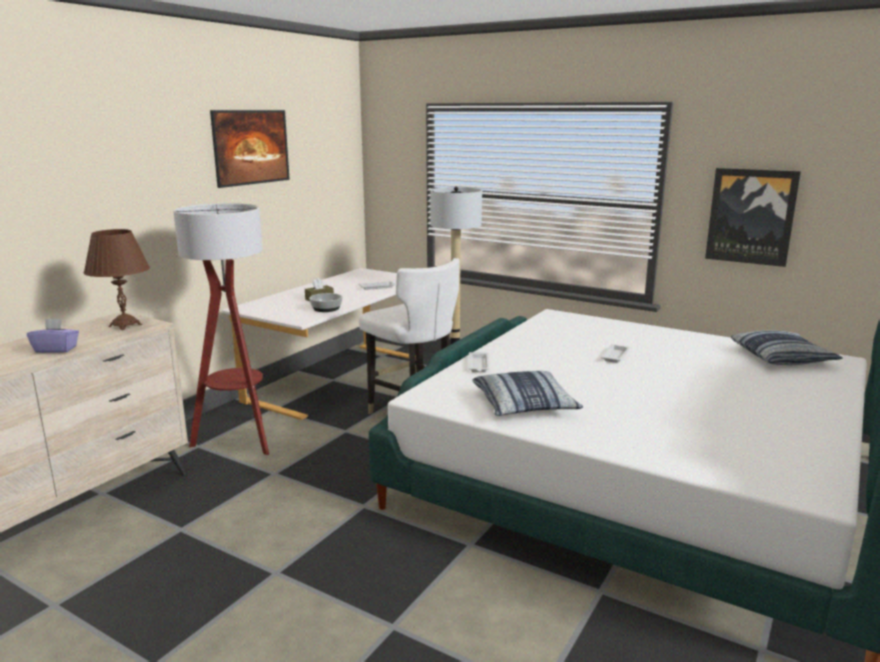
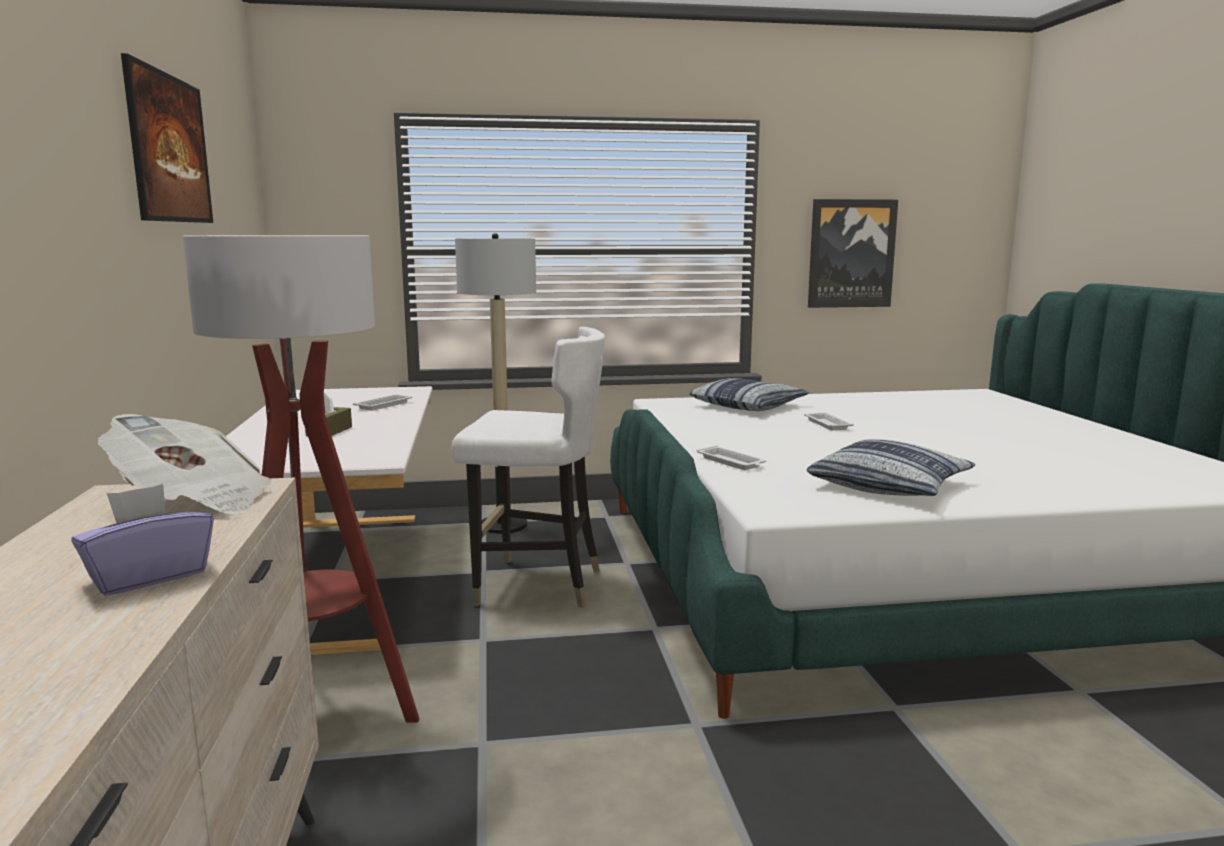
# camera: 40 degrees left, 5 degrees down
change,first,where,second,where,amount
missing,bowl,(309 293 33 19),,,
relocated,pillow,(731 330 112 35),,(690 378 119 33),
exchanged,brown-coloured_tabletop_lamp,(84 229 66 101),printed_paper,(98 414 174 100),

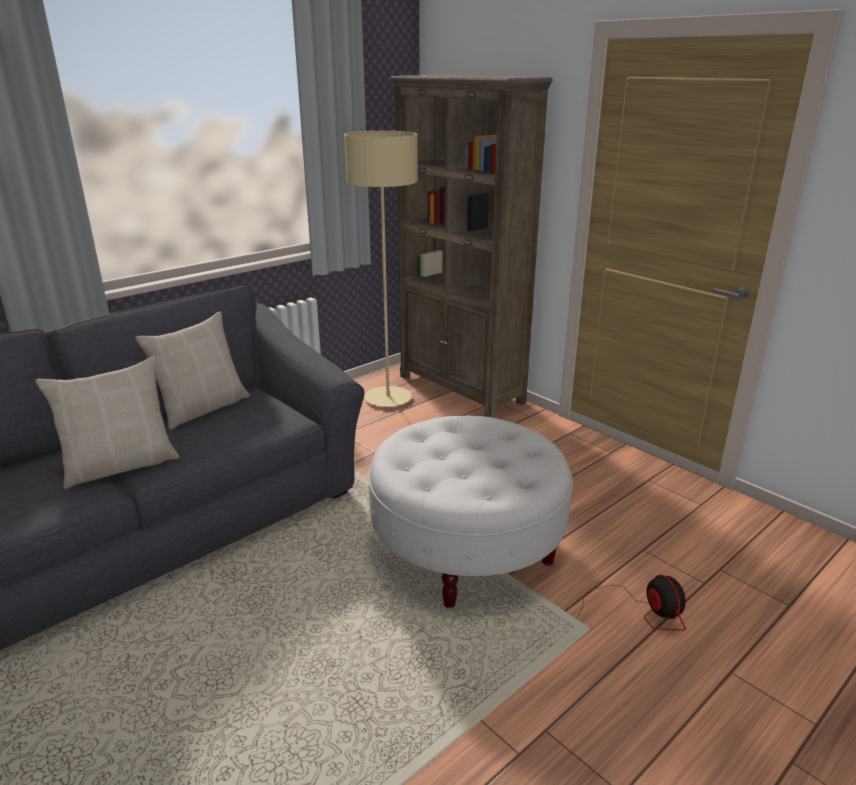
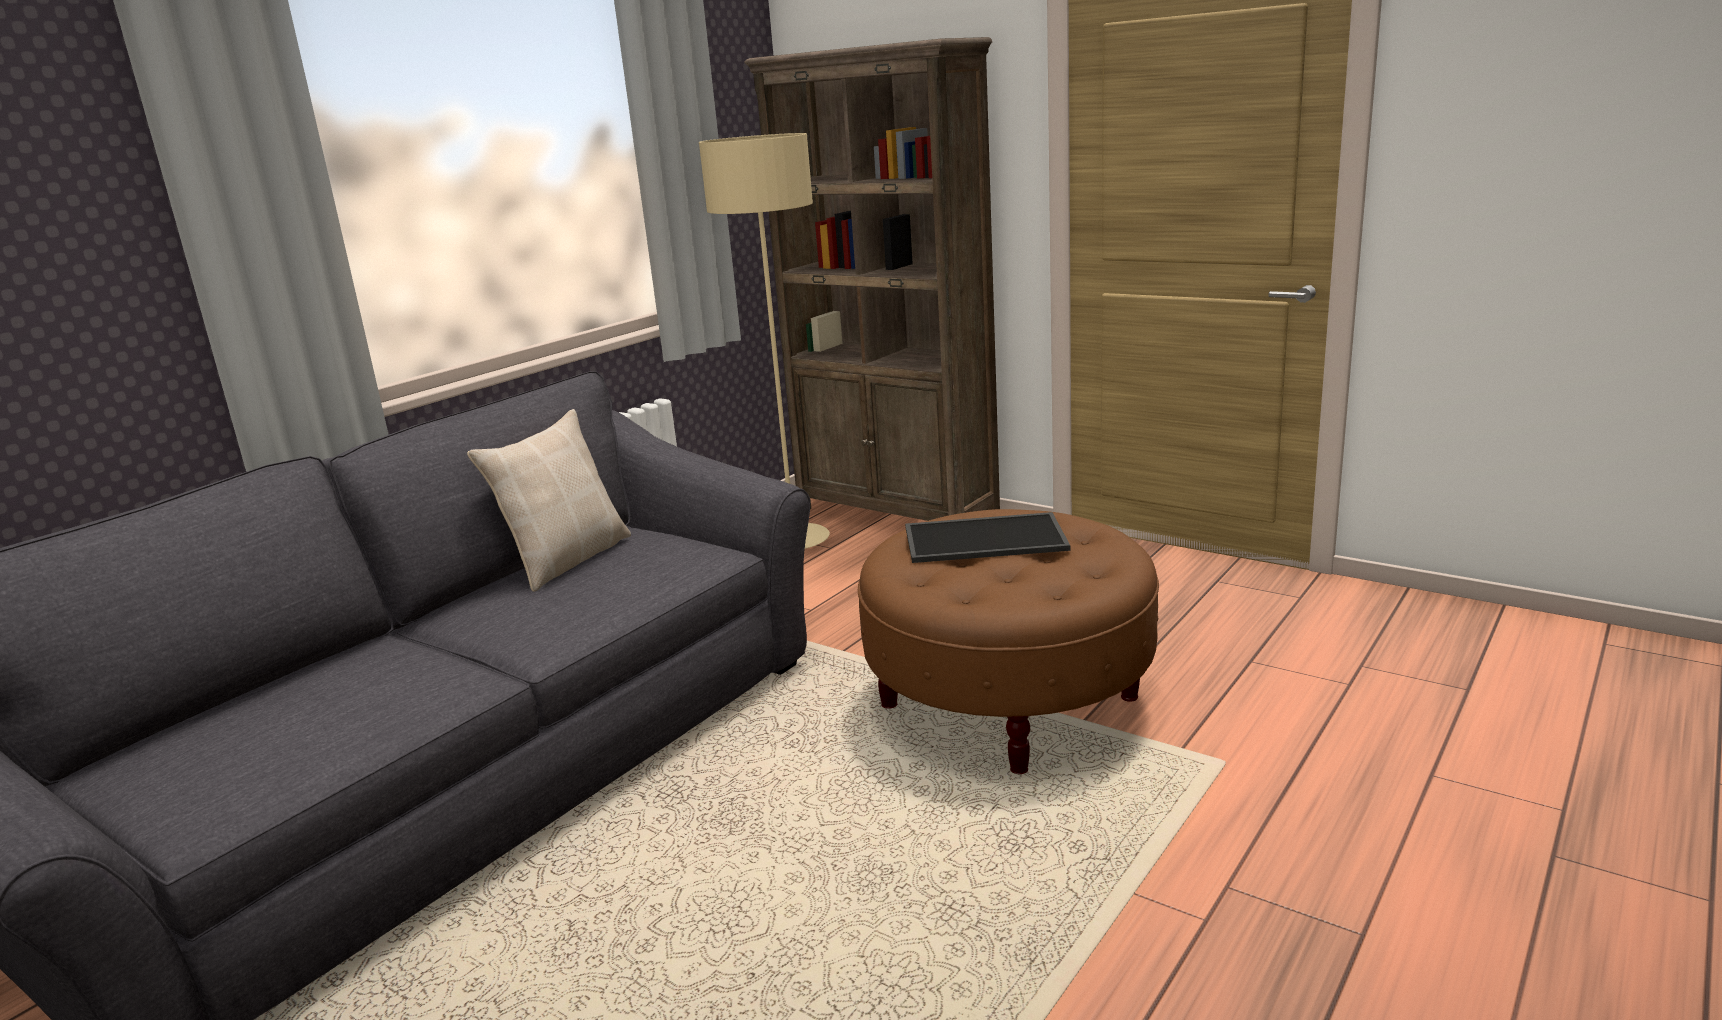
# camera: 10 degrees left, 5 degrees down
change,first,where,second,where,amount
missing,beige_pillow,(36 356 143 133),,,
missing,electric_fan,(576 575 110 55),,,
appeared,,,carrying_tray,(905 512 165 51),
colour,white_ottoman,(368 416 205 192),brown-coloured_ottoman,(858 509 301 265),

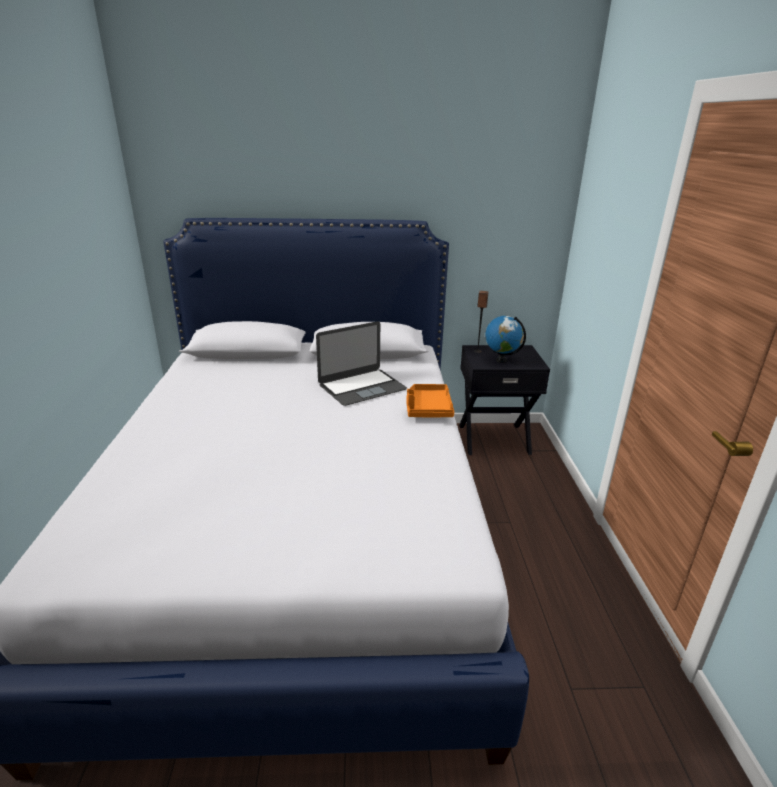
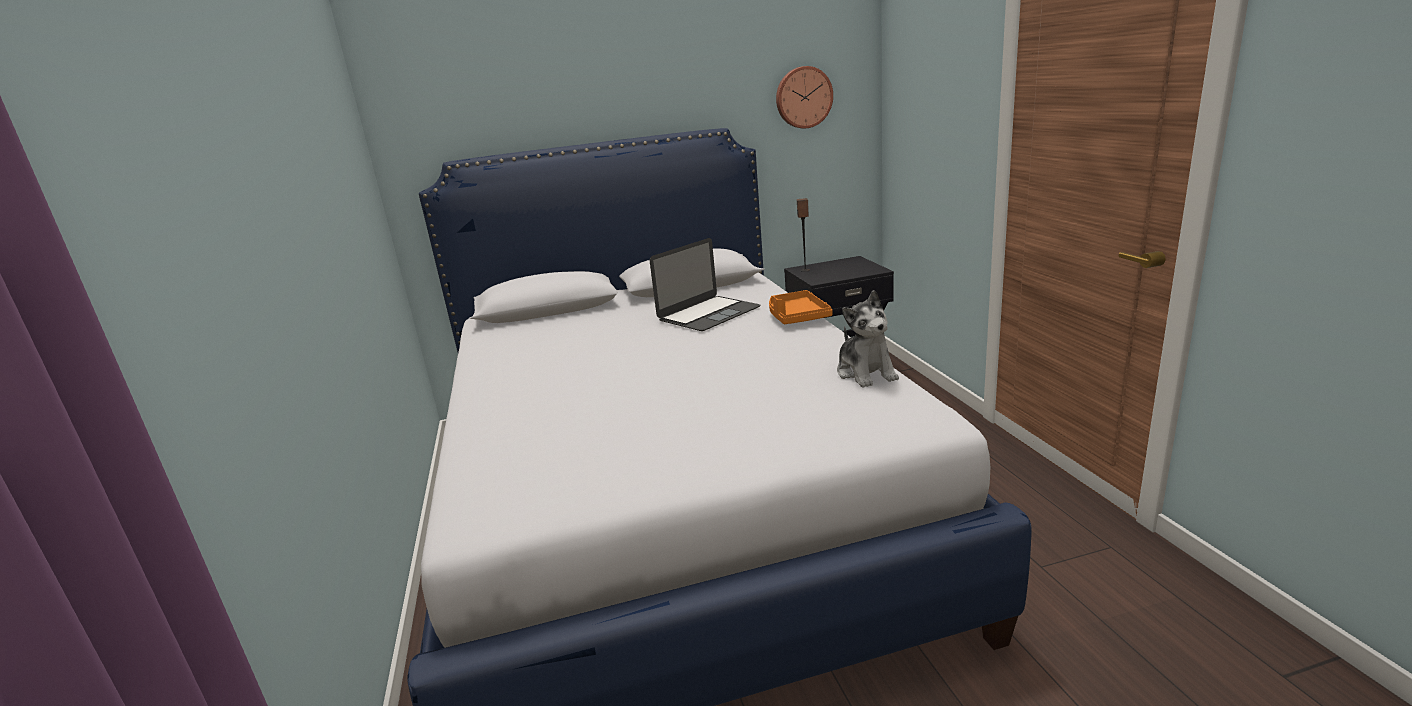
# camera: 10 degrees left, 5 degrees down
change,first,where,second,where,amount
missing,globe,(485 316 41 47),,,
appeared,,,clock_on_the_wall,(776 66 57 63),
appeared,,,plush_toy,(837 290 62 98),

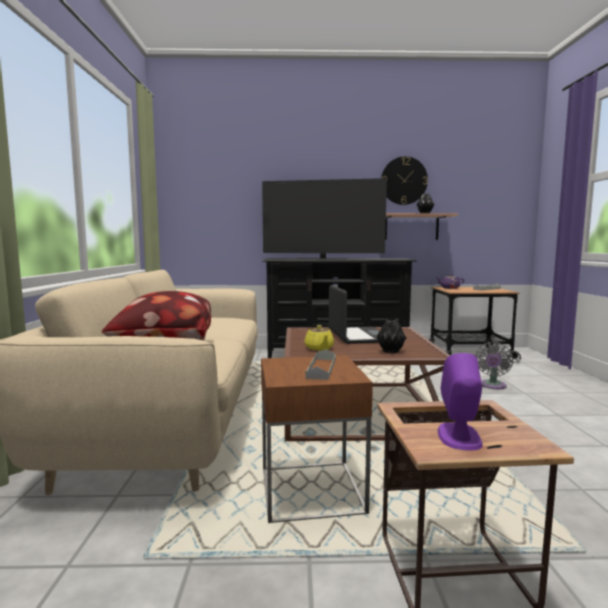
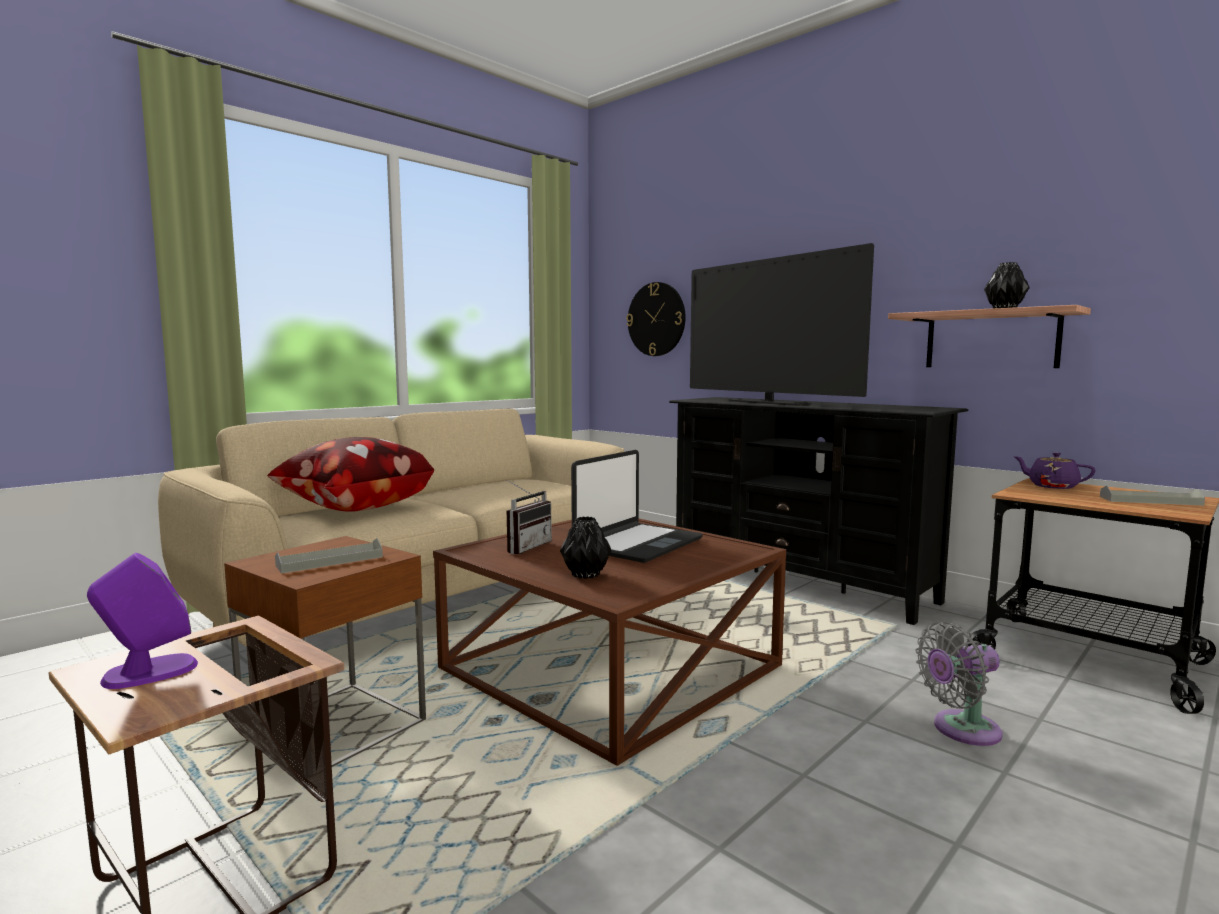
# camera: 45 degrees right, 0 degrees up
change,first,where,second,where,amount
relocated,clock_on_the_wall,(381 156 47 49),,(626 282 59 74),
exchanged,yellowish_tea_pot,(304 325 30 26),radio_receiver,(507 480 45 74),

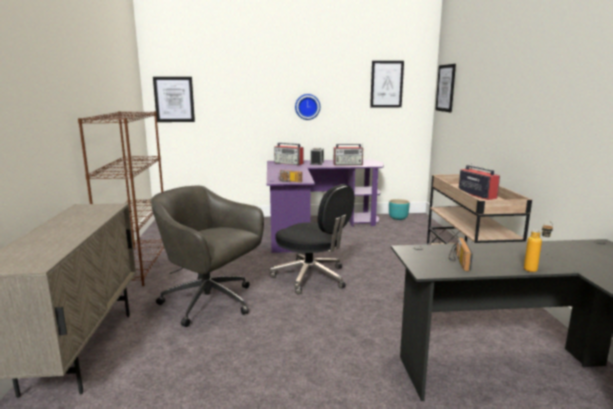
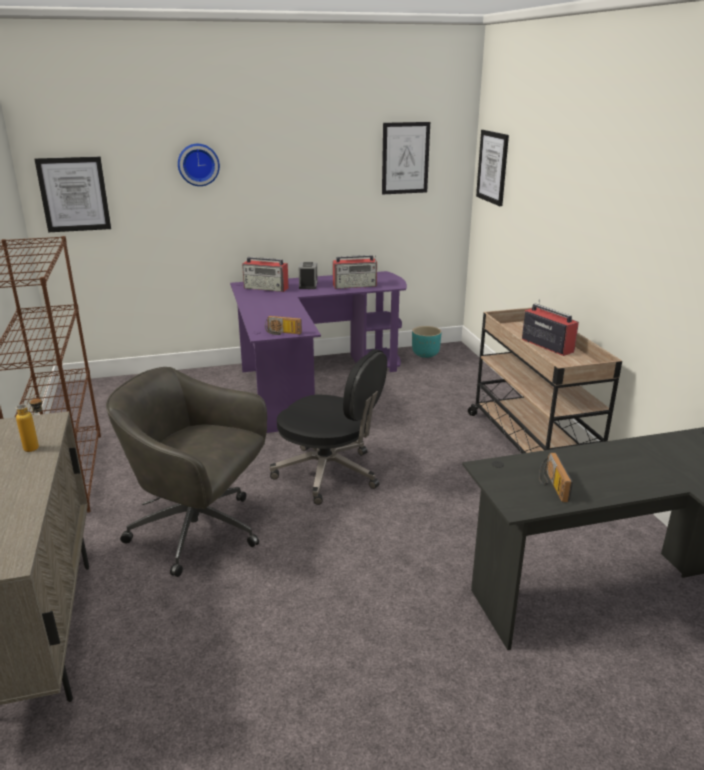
# camera: 10 degrees left, 10 degrees up
change,first,where,second,where,amount
relocated,clock_on_the_wall,(295 94 25 26),,(178 144 42 42),
relocated,drink_bottle,(524 221 29 51),,(16 395 27 57),

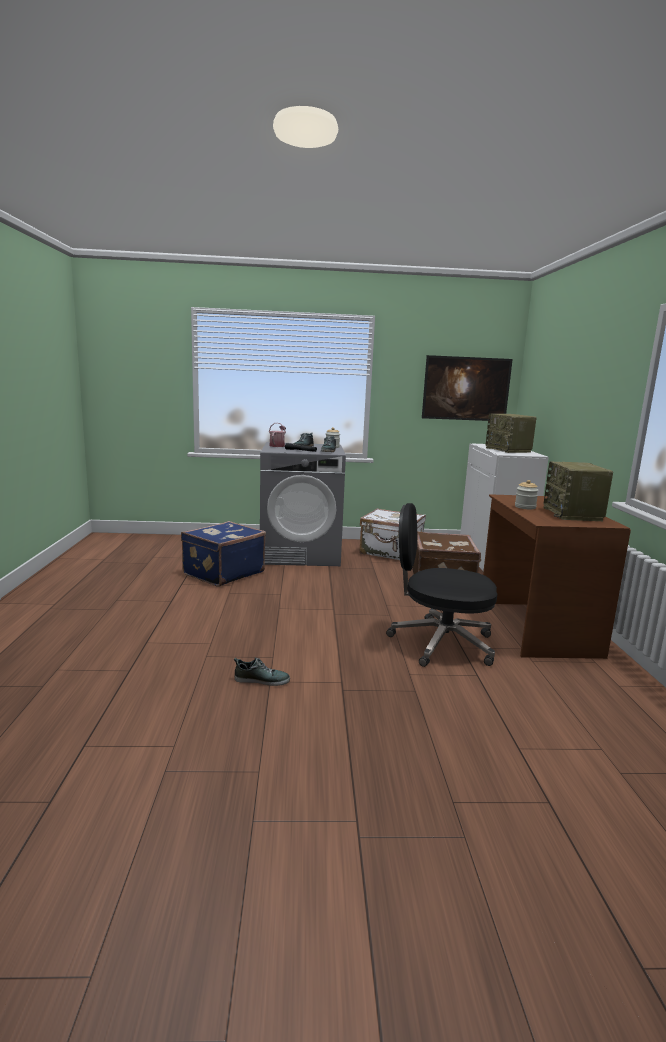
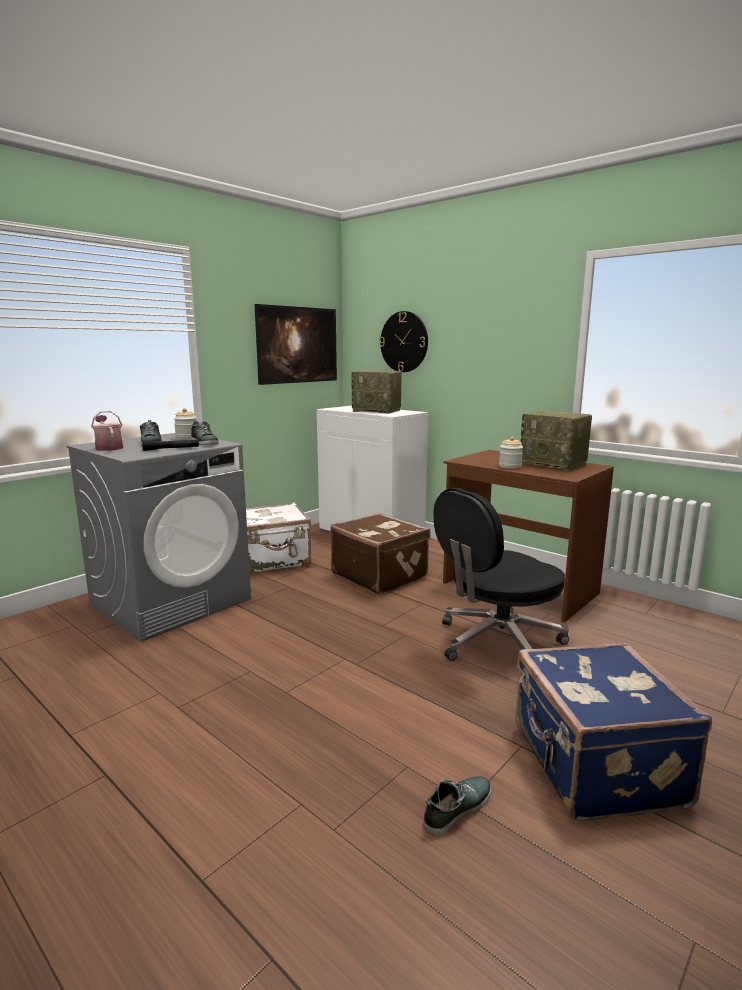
# camera: 45 degrees left, 0 degrees up
change,first,where,second,where,amount
appeared,,,clock_on_the_wall,(379 311 49 61),
relocated,bluish_suitcase,(181 521 85 66),,(515 643 197 178),

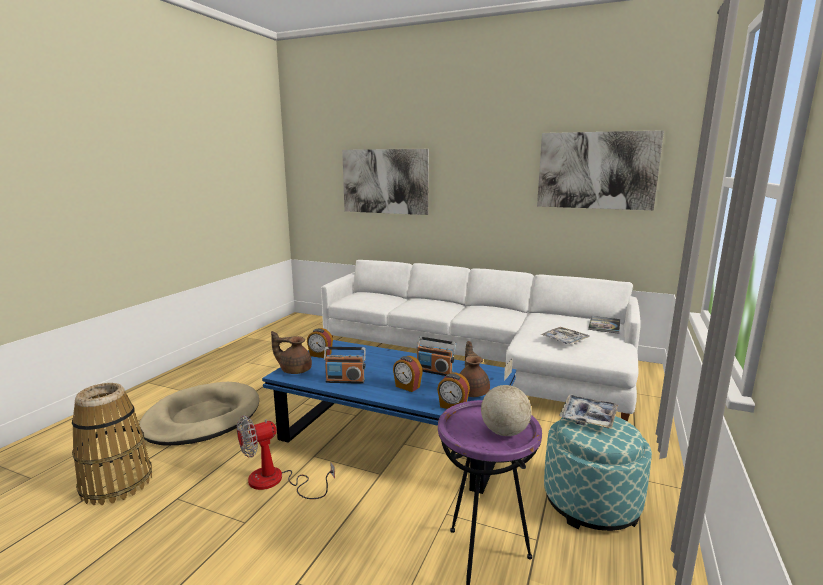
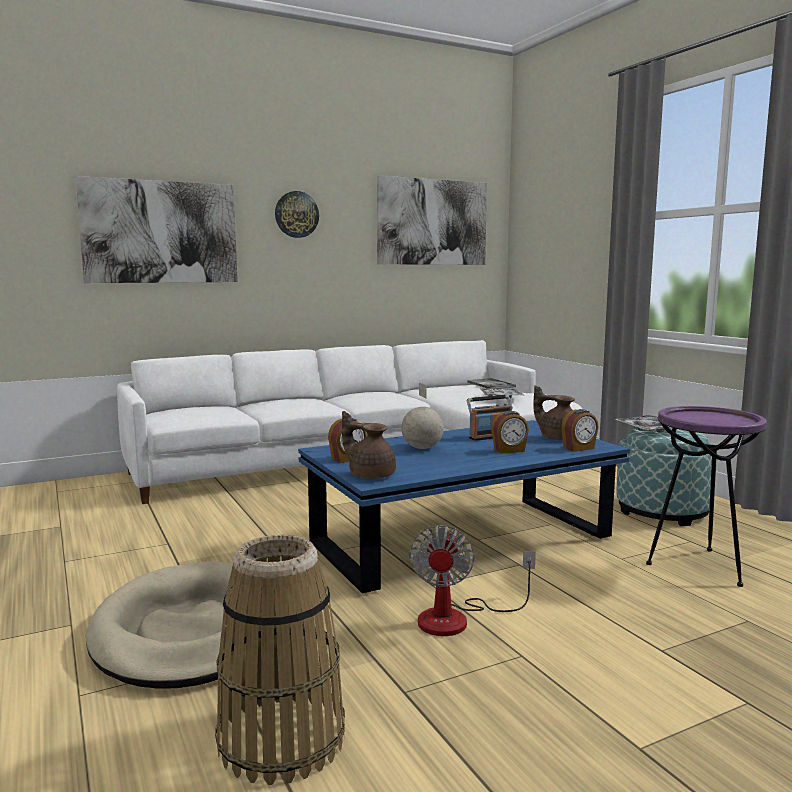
# camera: 50 degrees left, 5 degrees down
change,first,where,second,where,amount
missing,radio_receiver,(324 347 42 37),,,
appeared,,,clock_on_the_wall,(275 191 44 47),
relocated,globe,(481 358 51 78),,(401 382 43 67),
spun,brown-coloured_tea_pot,(271 331 41 43),,(342 411 54 68),75 degrees clockwise

